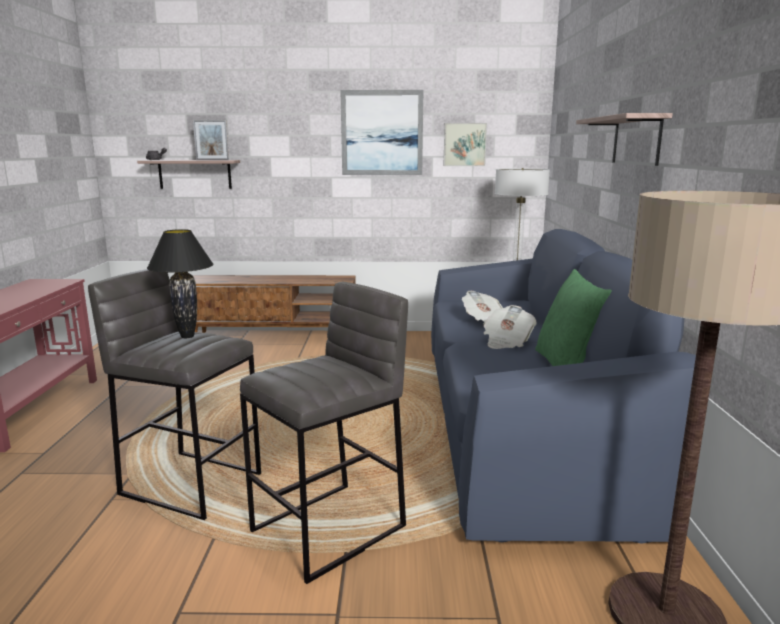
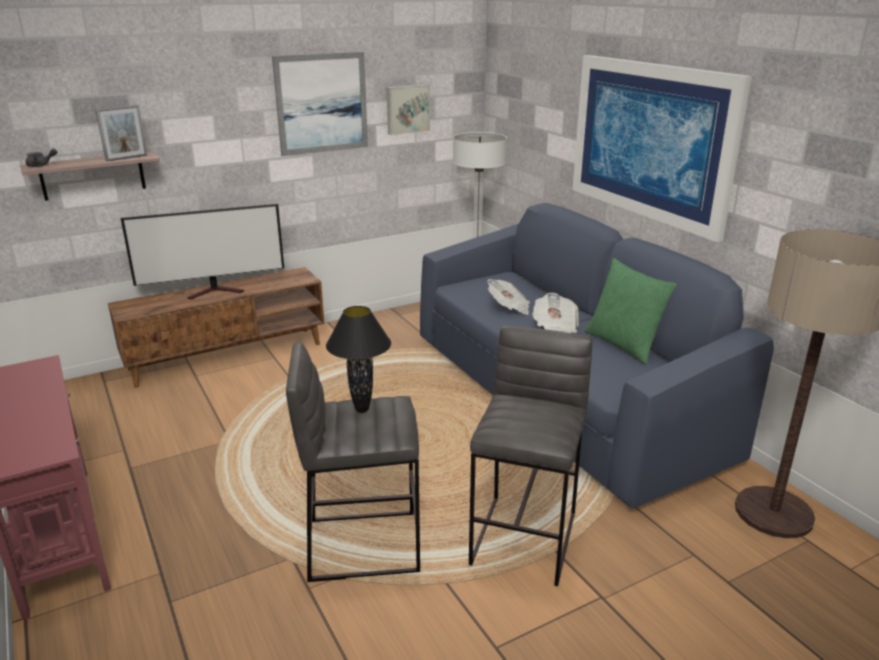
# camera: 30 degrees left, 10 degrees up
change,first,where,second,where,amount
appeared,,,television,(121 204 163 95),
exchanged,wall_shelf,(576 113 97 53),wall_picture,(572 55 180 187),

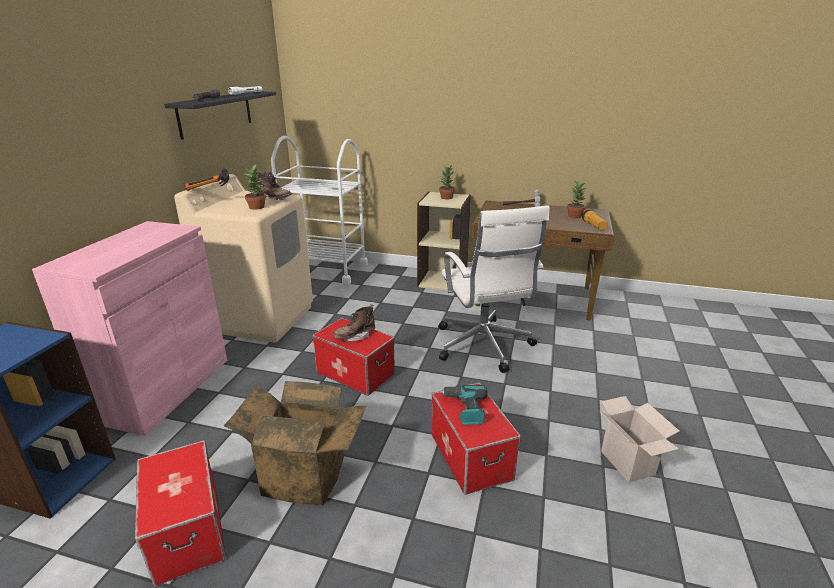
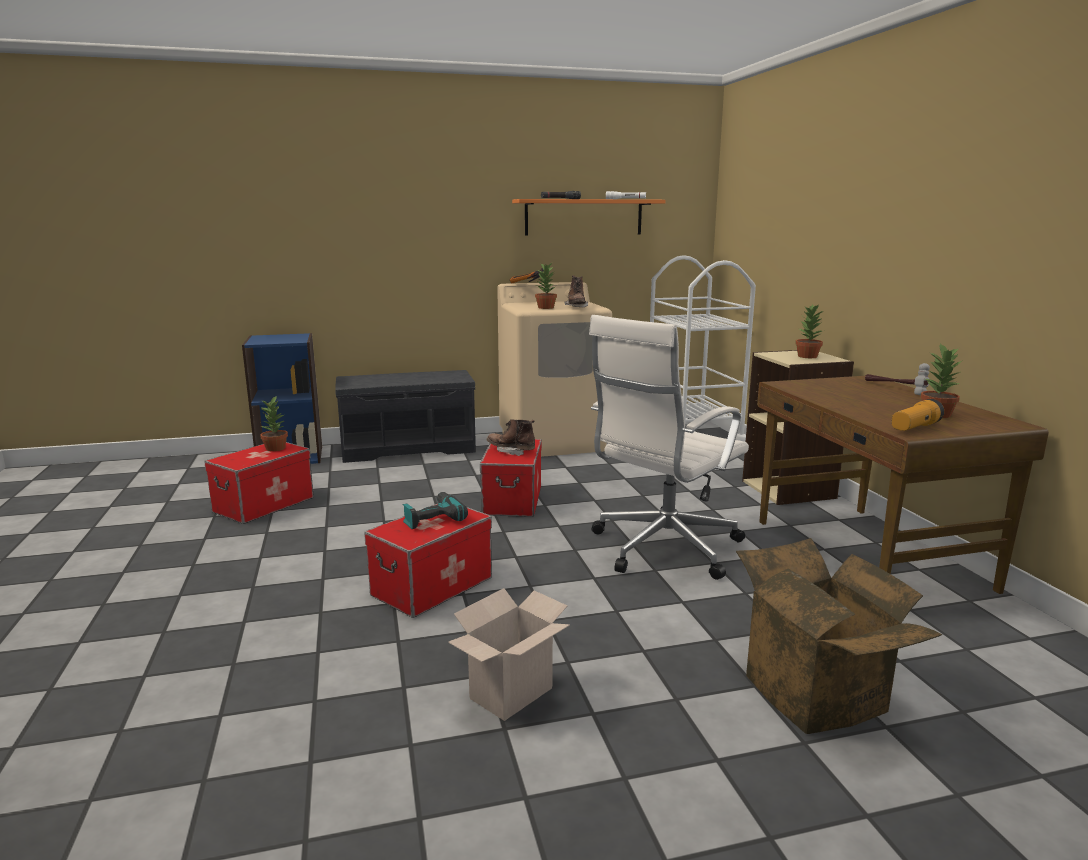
# camera: 60 degrees right, 10 degrees down
change,first,where,second,where,amount
appeared,,,potted_plant,(260 395 28 56),
relocated,cardboard_box,(224 381 142 124),,(736 538 206 196),
exchanged,pinkish_cabinet,(32 221 195 215),greyish_indoor_bench,(335 370 141 93),
colour,black_wall_shelf,(164 91 112 49),orange-coloured_wall_shelf,(512 199 154 36),

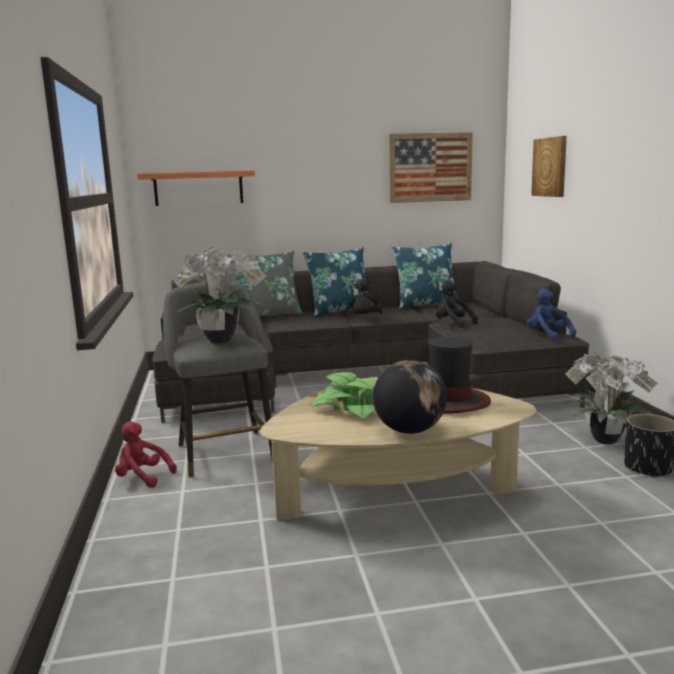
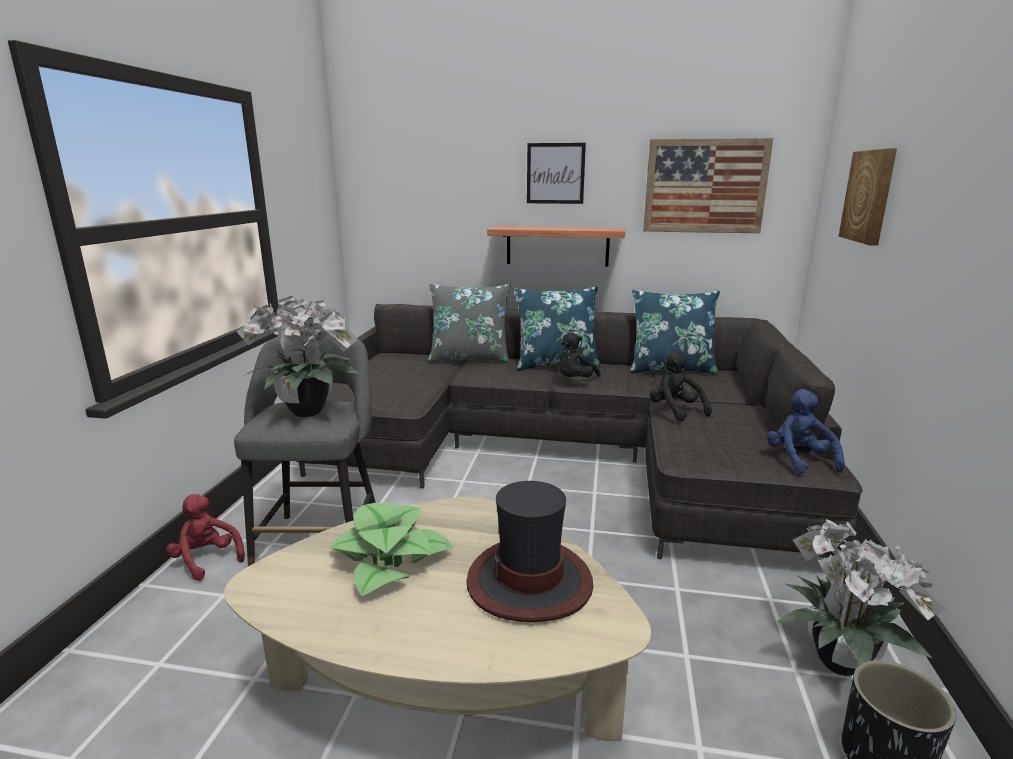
# camera: 20 degrees right, 5 degrees up
change,first,where,second,where,amount
missing,globe,(373 360 74 74),,,
appeared,,,wall_picture,(527 143 59 61),
relocated,wall_shelf,(137 170 118 36),,(487 226 138 41),

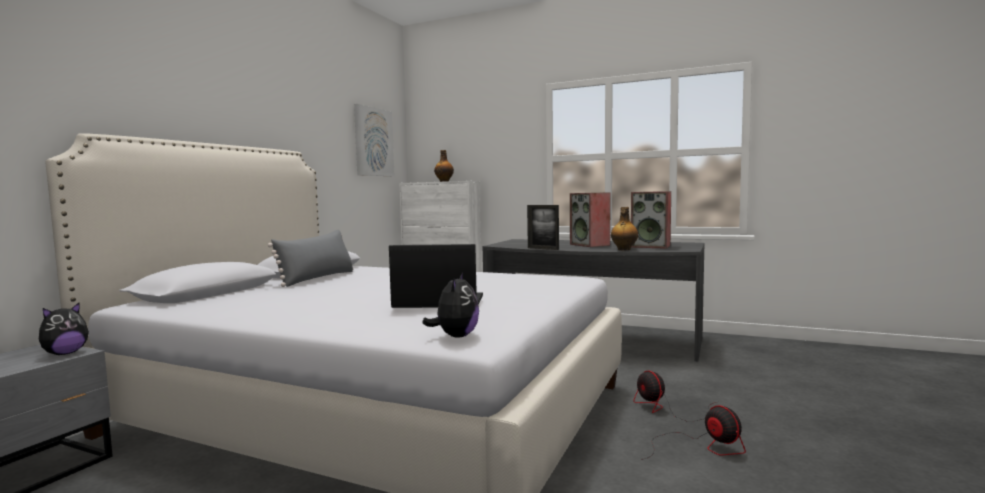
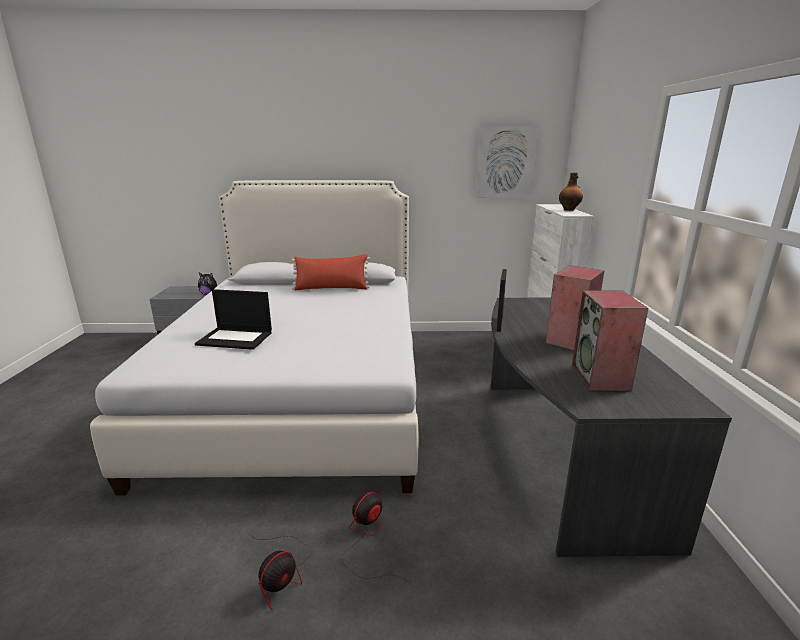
# camera: 65 degrees right, 15 degrees up
change,first,where,second,where,amount
missing,plush_toy,(422 273 57 65),,,
missing,drink_bottle,(611 207 27 43),,,
colour,greyish_pillow,(268 230 85 57),reddish_pillow,(292 254 78 36),
spun,portable_computer,(389 244 94 64),,(195 289 77 61),120 degrees clockwise

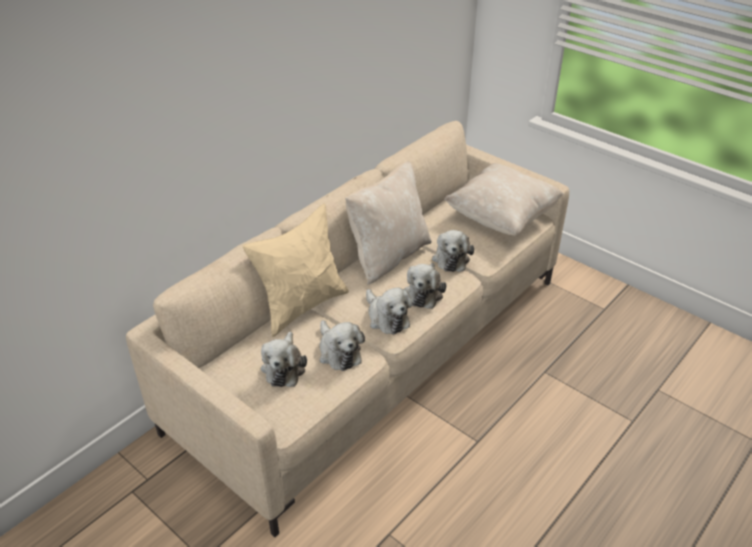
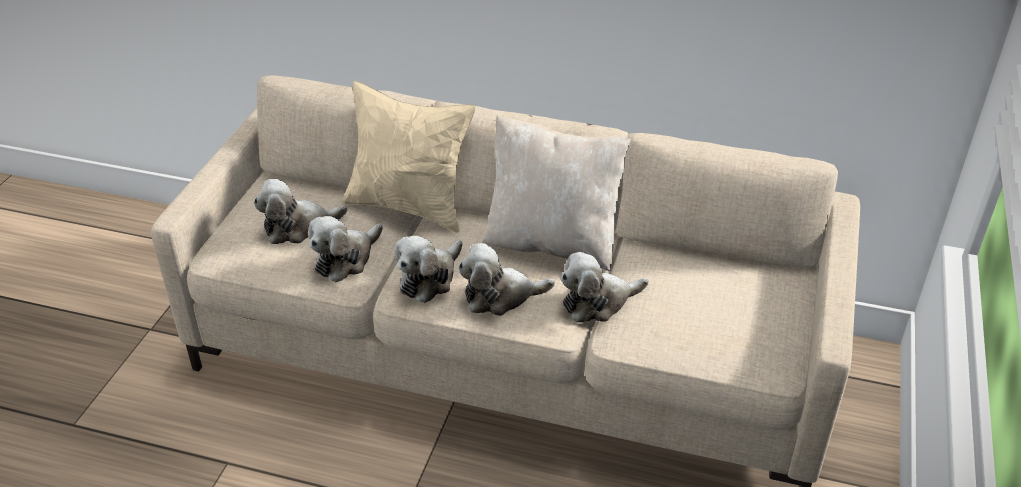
# camera: 65 degrees right, 0 degrees up
change,first,where,second,where,amount
missing,beige_pillow,(444 163 120 73),,,

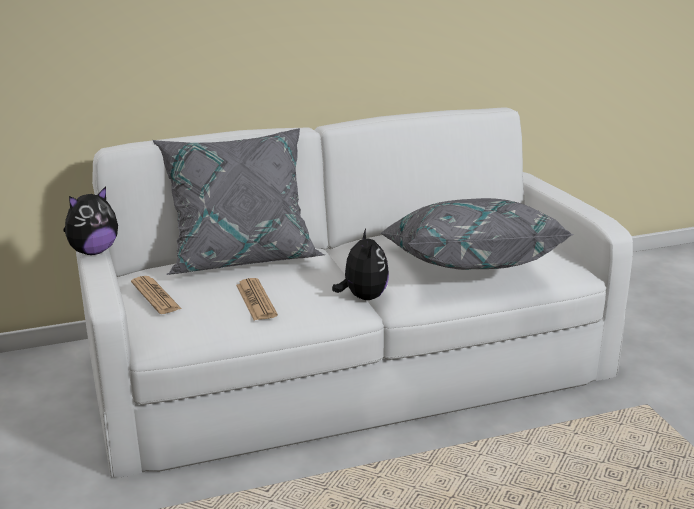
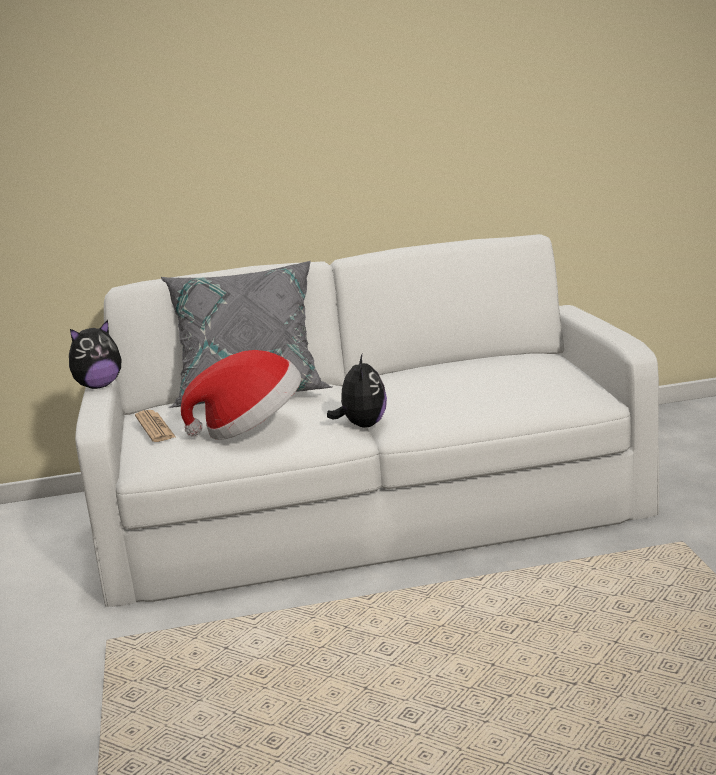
# camera: 10 degrees right, 5 degrees down
change,first,where,second,where,amount
missing,greyish_pillow,(381 198 193 72),,,
exchanged,printed_paper,(236 278 42 42),wearable_hat,(181 350 120 90),

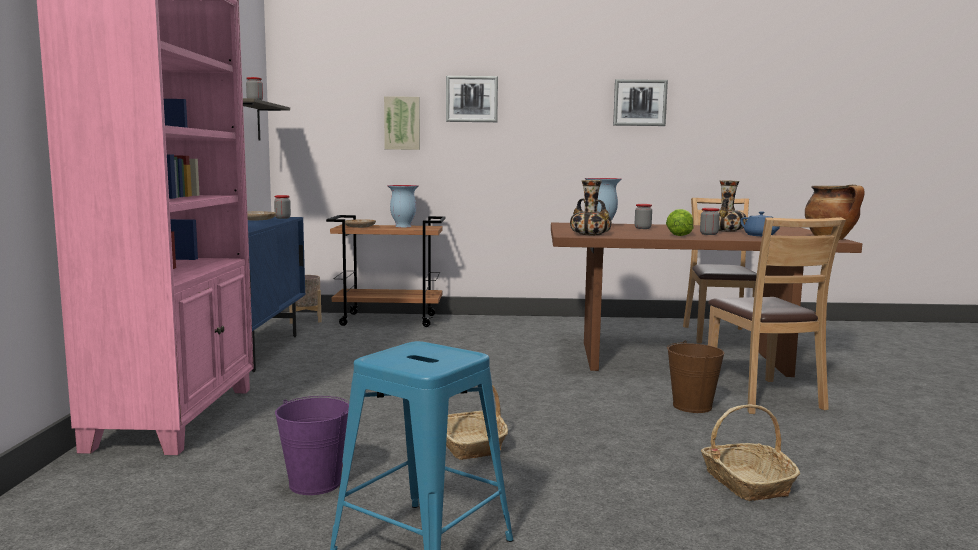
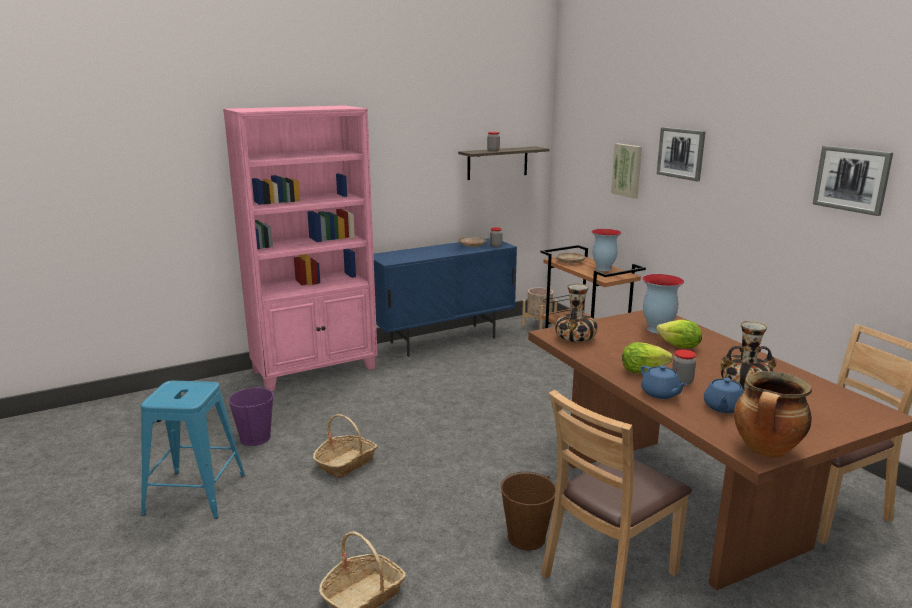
# camera: 60 degrees right, 10 degrees up
change,first,where,second,where,amount
appeared,,,bluish_tea_pot,(641 365 47 34),
exchanged,jar,(635 204 17 25),lettuce_head,(656 319 46 30),

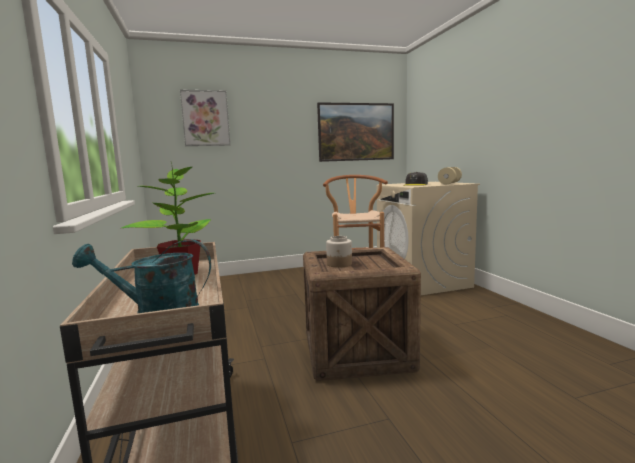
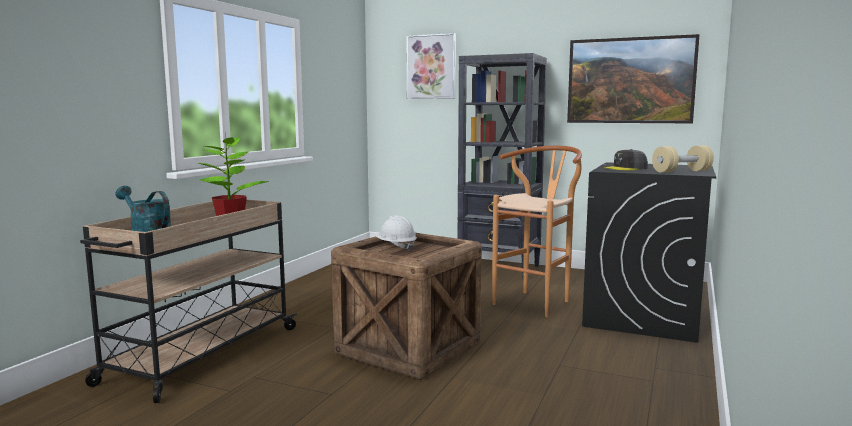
# camera: 40 degrees right, 0 degrees up
change,first,where,second,where,amount
appeared,,,black_shelving_unit,(457 53 90 223),
exchanged,jar,(326 236 26 32),white_work_helmet,(375 215 42 36),
colour,beige_laundry_machine,(377 182 103 113),black_laundry_machine,(582 162 134 181),

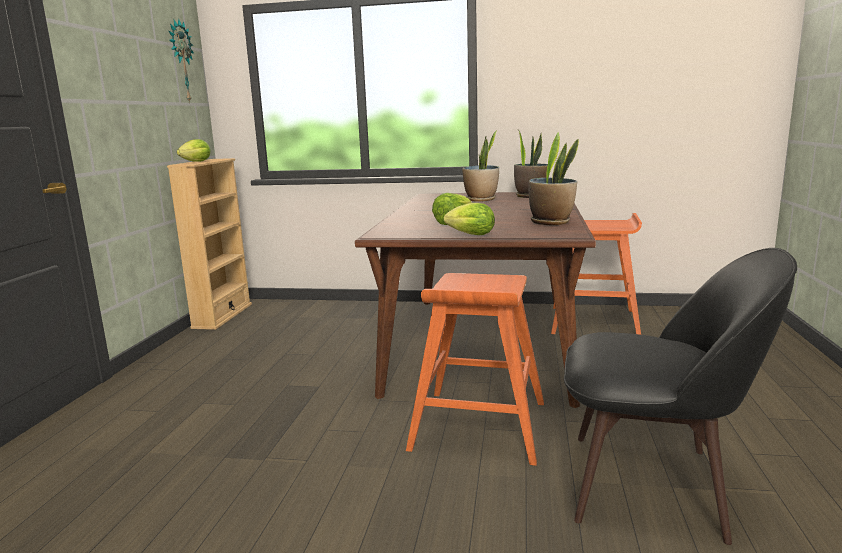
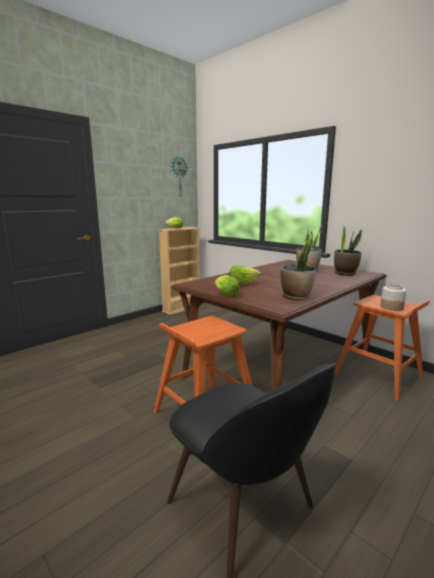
# camera: 35 degrees right, 0 degrees up
change,first,where,second,where,amount
appeared,,,jar,(380 284 26 27),

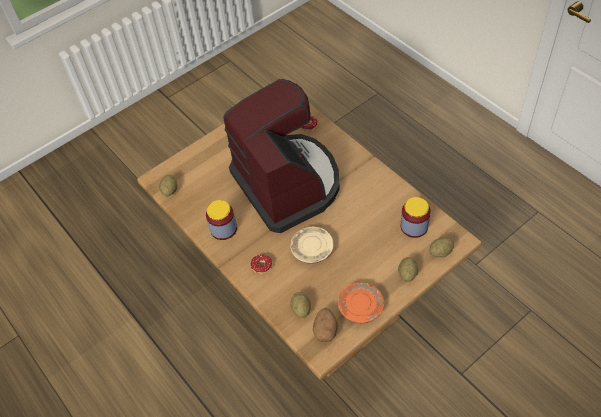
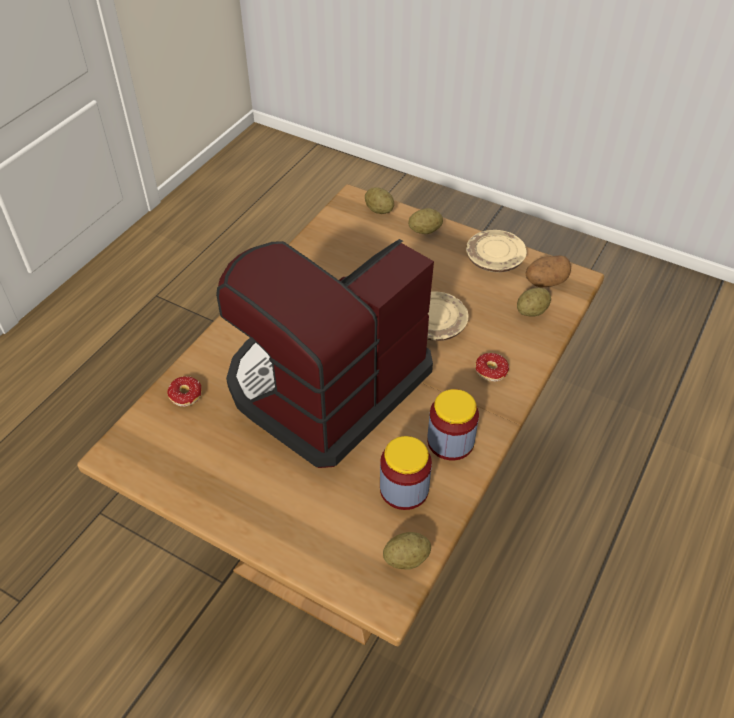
# camera: 115 degrees left, 5 degrees down
change,first,where,second,where,amount
relocated,jar,(401 197 29 41),,(380 436 52 74),
colour,orange-coloured_dinner_plate,(338 282 46 41),beige_dinner_plate,(466 230 61 42),

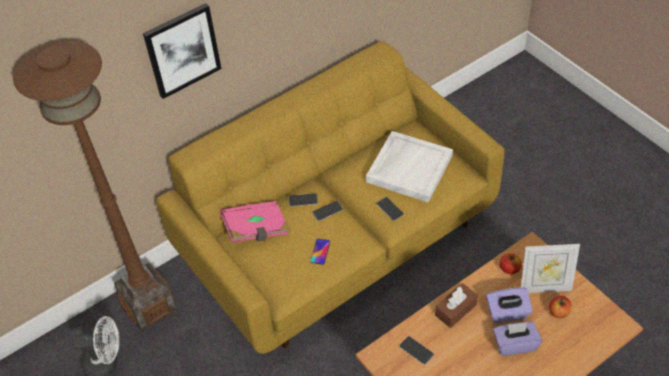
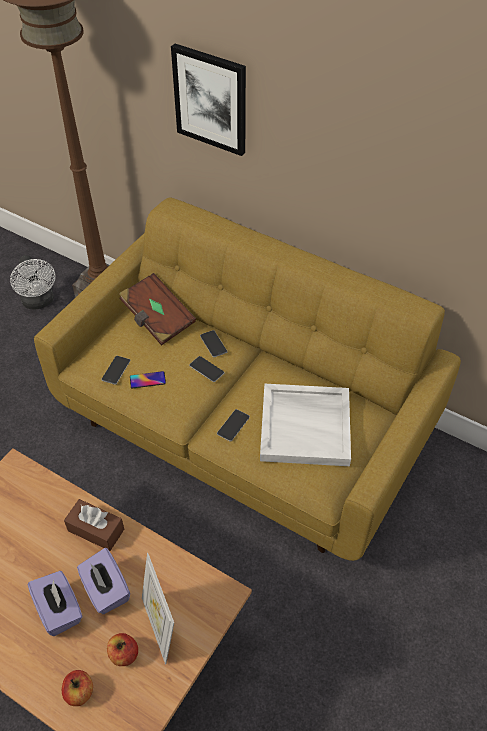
# camera: 65 degrees right, 0 degrees up
change,first,where,second,where,amount
relocated,telephone,(399 336 35 29),,(101 356 30 29),
relocated,apple_fruit,(500 253 22 21),,(62 670 31 36),
colour,pinkish_bound_book,(220 201 70 42),brown-coloured_bound_book,(119 273 77 73),

